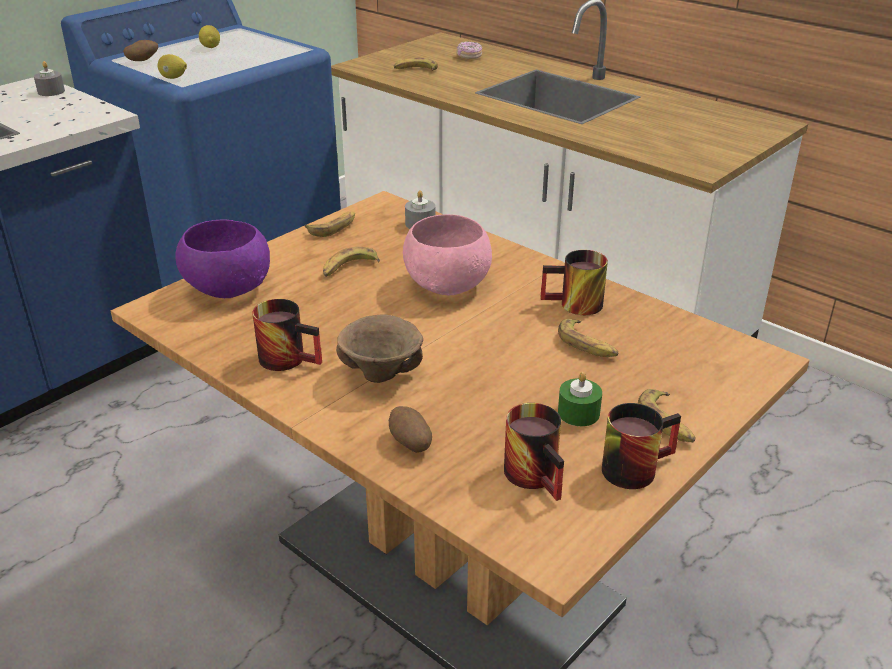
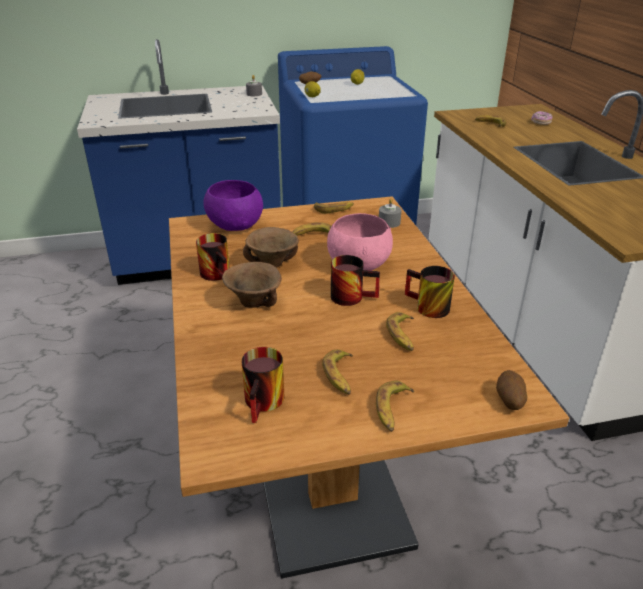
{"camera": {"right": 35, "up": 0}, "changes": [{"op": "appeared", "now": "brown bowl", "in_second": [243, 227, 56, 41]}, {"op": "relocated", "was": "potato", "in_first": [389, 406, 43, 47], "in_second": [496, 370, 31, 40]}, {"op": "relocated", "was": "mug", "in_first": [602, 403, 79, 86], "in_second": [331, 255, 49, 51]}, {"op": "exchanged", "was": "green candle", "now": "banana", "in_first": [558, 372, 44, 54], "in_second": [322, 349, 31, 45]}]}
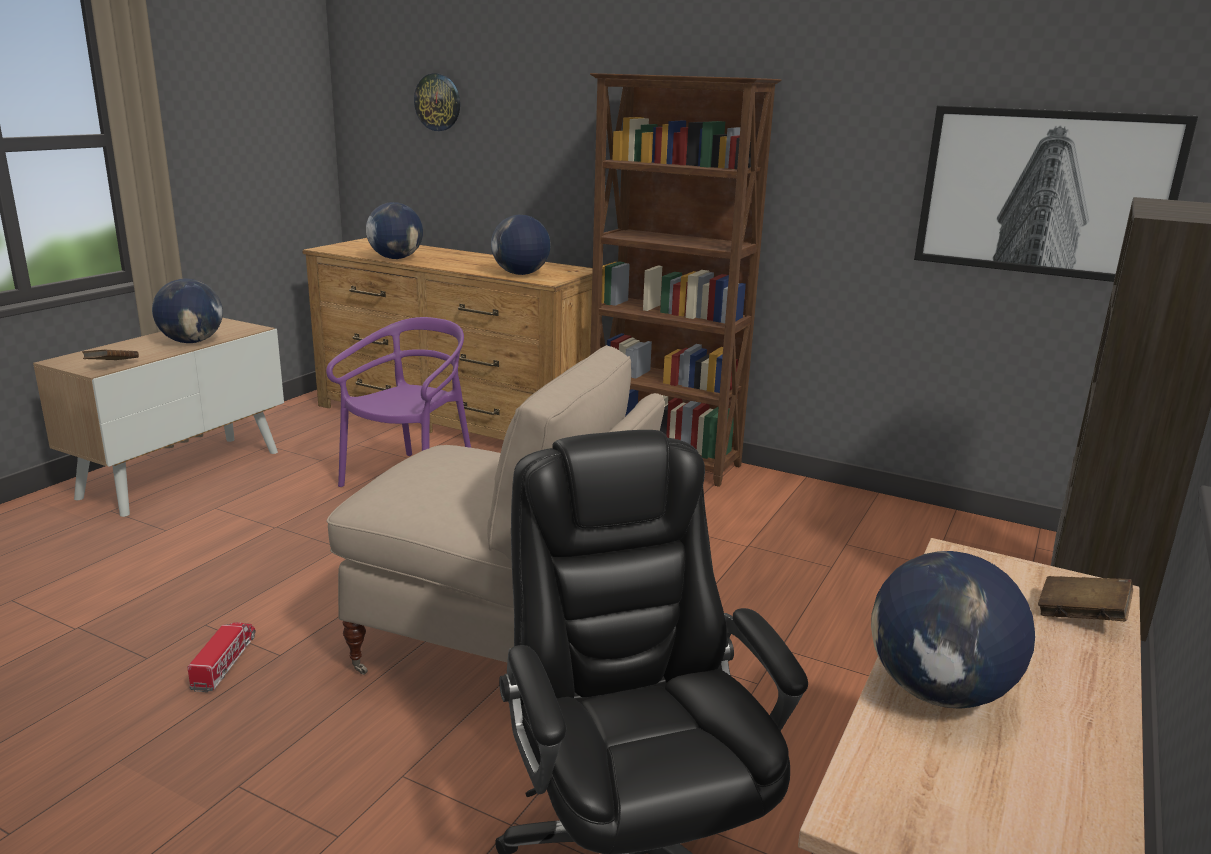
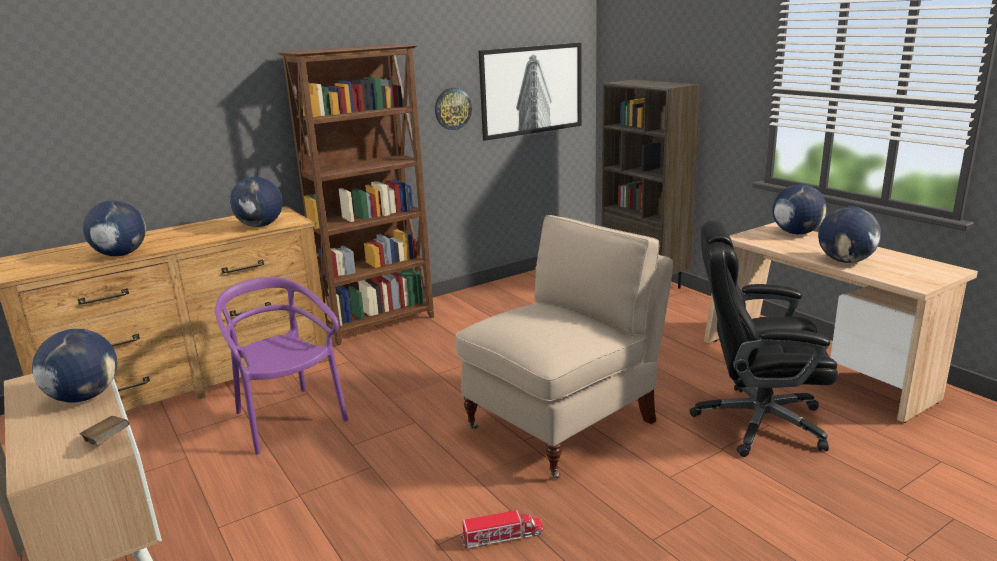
{"camera": {"right": -60, "up": 0}, "changes": [{"op": "relocated", "was": "wall clock", "in_first": [414, 73, 46, 58], "in_second": [435, 88, 37, 42]}, {"op": "exchanged", "was": "brown book", "now": "globe", "in_first": [1038, 576, 95, 45], "in_second": [772, 184, 55, 50]}, {"op": "spun", "was": "toy truck", "in_first": [188, 622, 68, 70], "in_second": [461, 510, 83, 38], "clockwise": 135}]}
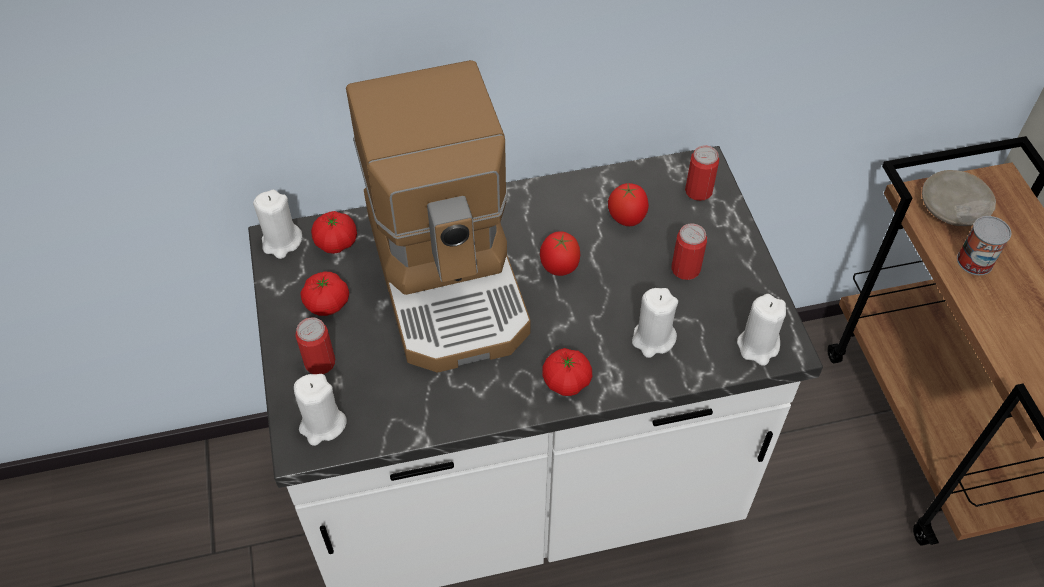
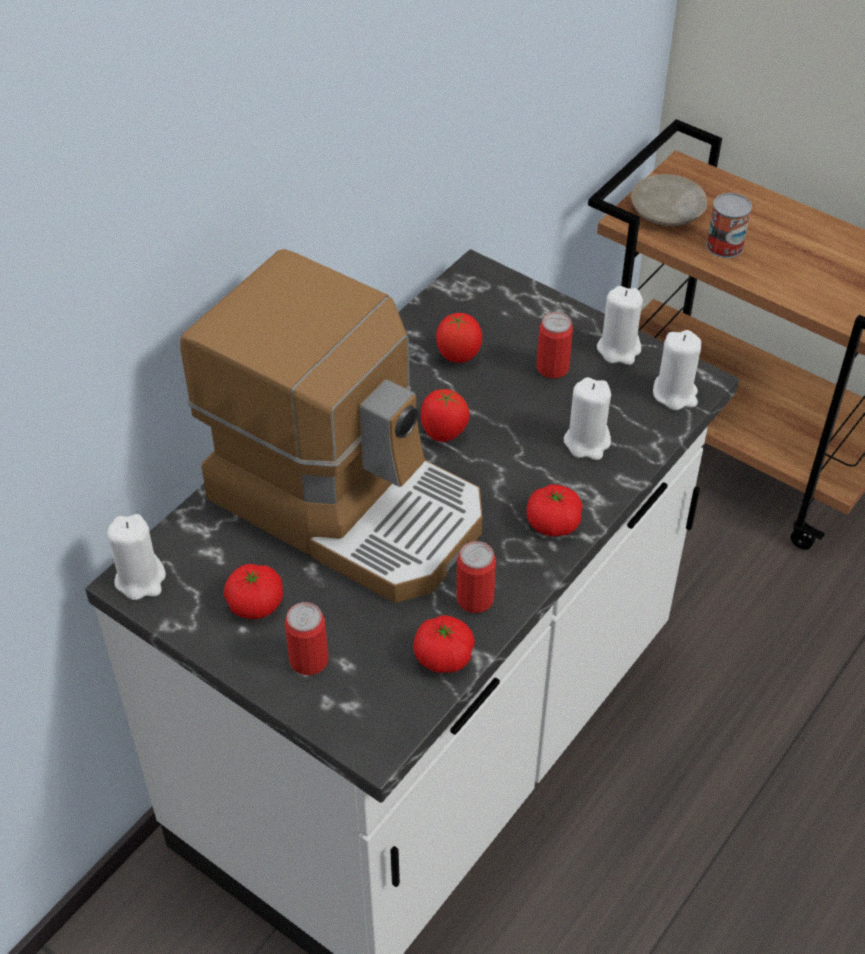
{"camera": {"right": -40, "up": -5}, "changes": [{"op": "relocated", "was": "white candle", "in_first": [294, 374, 53, 72], "in_second": [597, 286, 46, 79]}, {"op": "relocated", "was": "tomato", "in_first": [311, 211, 46, 43], "in_second": [413, 615, 62, 58]}, {"op": "relocated", "was": "can", "in_first": [685, 146, 34, 55], "in_second": [456, 541, 40, 72]}]}
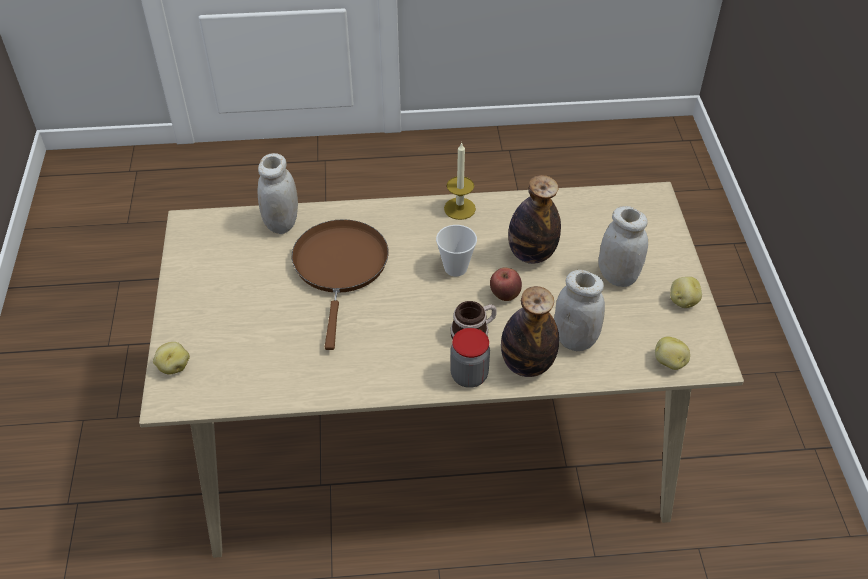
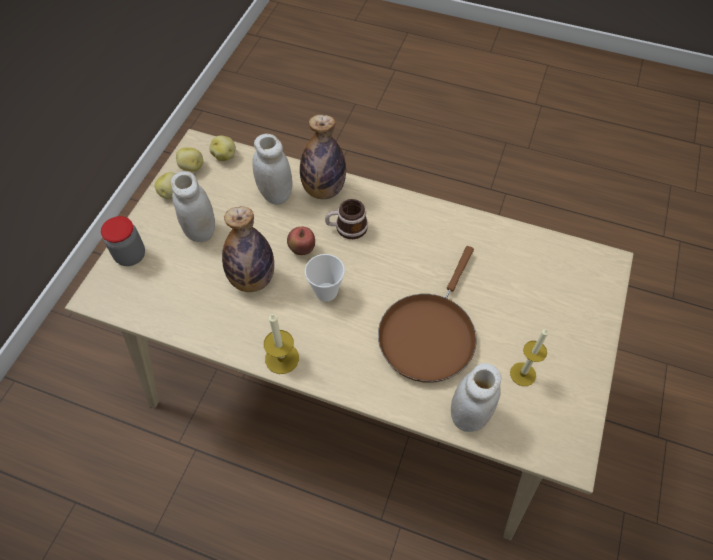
{"camera": {"right": -155, "up": 10}, "changes": [{"op": "appeared", "now": "candle", "in_second": [510, 329, 38, 57]}, {"op": "relocated", "was": "potato", "in_first": [153, 342, 37, 33], "in_second": [176, 147, 27, 25]}, {"op": "relocated", "was": "jar", "in_first": [450, 328, 40, 60], "in_second": [101, 216, 44, 50]}]}
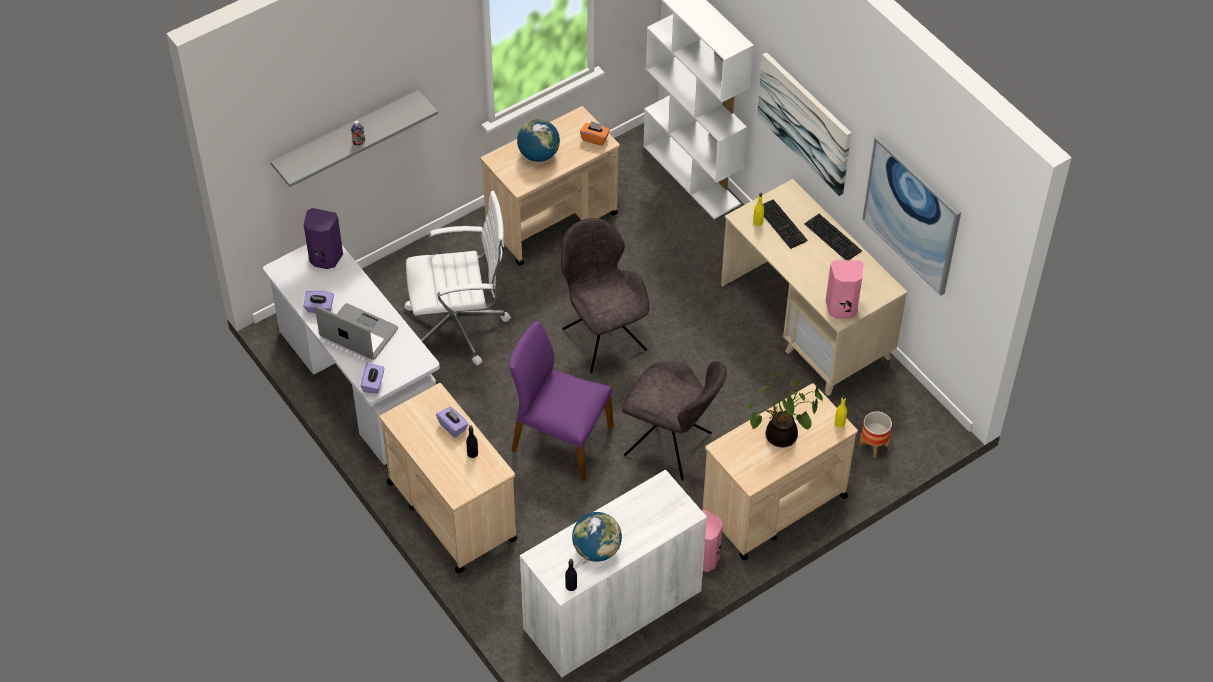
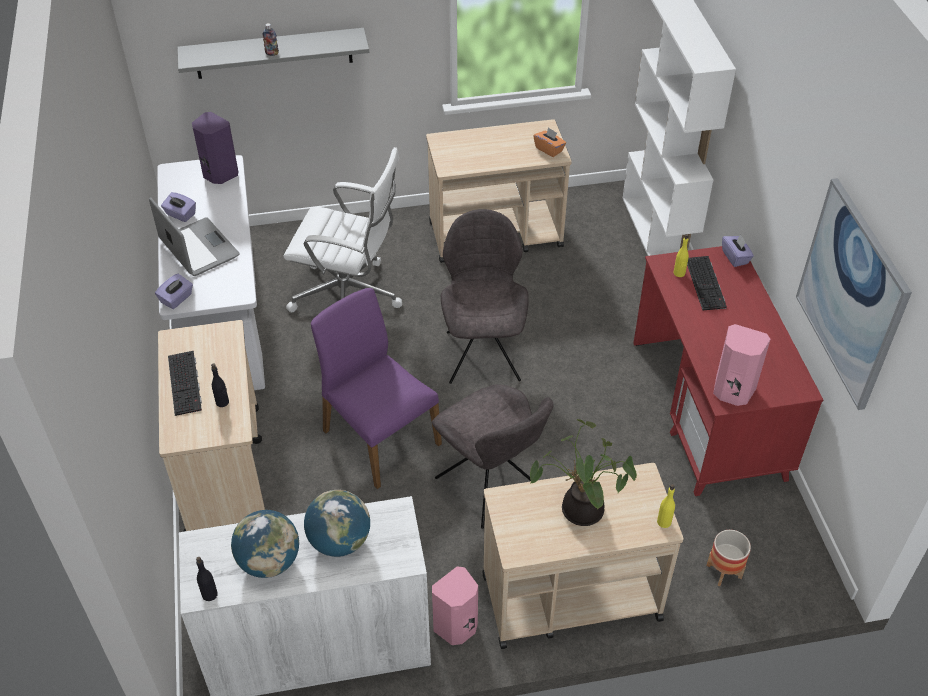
{"camera": {"right": 25, "up": -5}, "changes": [{"op": "missing", "was": "picture", "in_first": [757, 52, 94, 144]}, {"op": "relocated", "was": "purple tissue box", "in_first": [436, 407, 32, 30], "in_second": [722, 234, 32, 33]}, {"op": "relocated", "was": "globe", "in_first": [517, 119, 43, 43], "in_second": [304, 490, 66, 67]}, {"op": "relocated", "was": "keyboard", "in_first": [804, 214, 58, 46], "in_second": [168, 351, 34, 65]}, {"op": "colour", "was": "beige desk", "now": "red desk", "in_first": [721, 179, 187, 217], "in_second": [633, 246, 190, 250]}]}
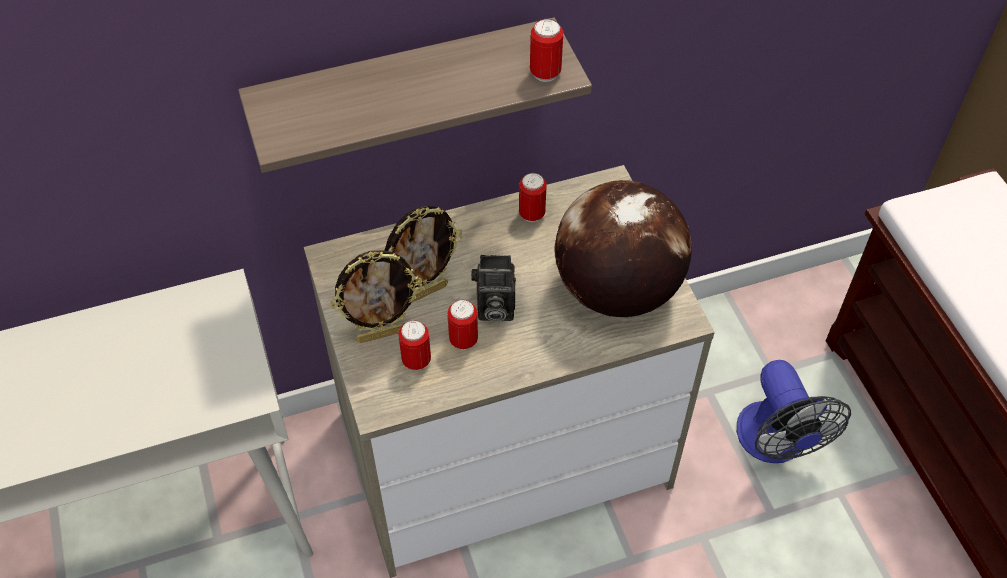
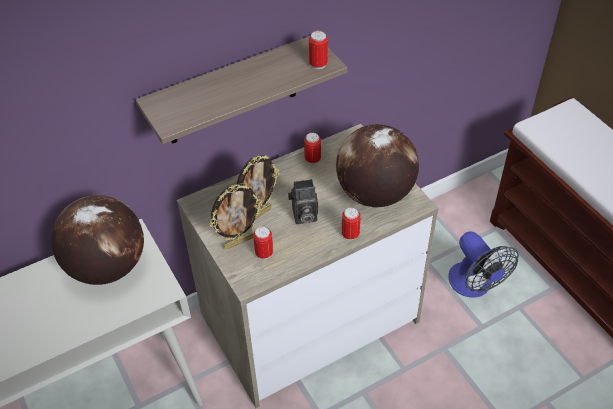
{"camera": {"right": -10, "up": -5}, "changes": [{"op": "appeared", "now": "globe", "in_second": [51, 195, 93, 90]}, {"op": "relocated", "was": "can", "in_first": [448, 299, 30, 51], "in_second": [342, 207, 18, 33]}]}
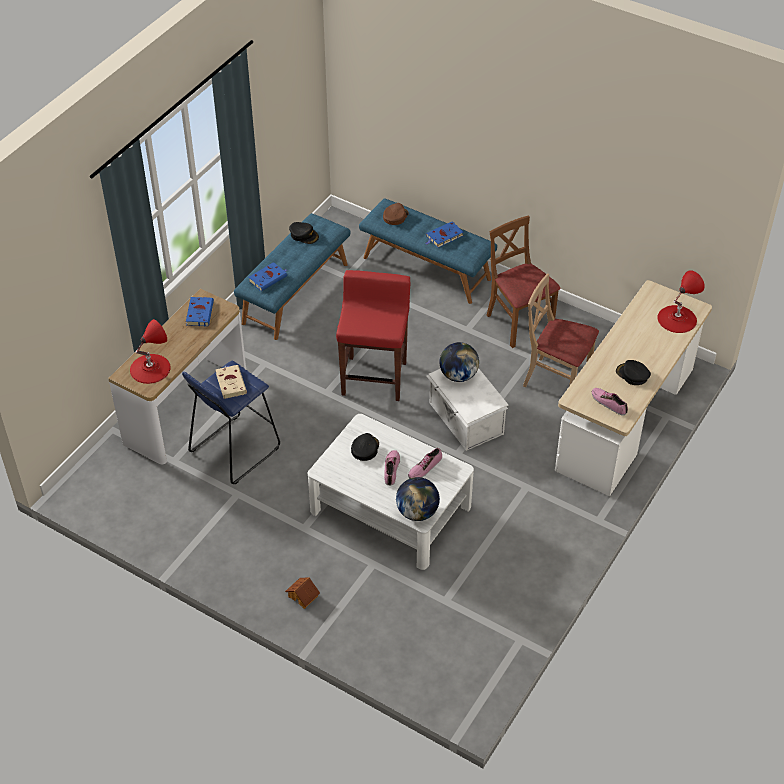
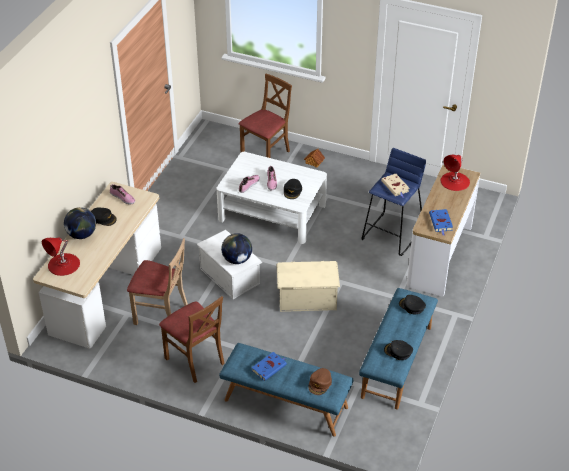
{"camera": {"right": 170, "up": -5}, "changes": [{"op": "appeared", "now": "brown chair", "in_second": [238, 74, 54, 84]}, {"op": "relocated", "was": "globe", "in_first": [396, 477, 44, 44], "in_second": [64, 207, 32, 32]}, {"op": "exchanged", "was": "blue book", "now": "black cap", "in_first": [248, 262, 39, 29], "in_second": [399, 295, 27, 19]}, {"op": "exchanged", "was": "red stool", "now": "beige storage box", "in_first": [336, 270, 75, 131], "in_second": [276, 261, 64, 51]}]}
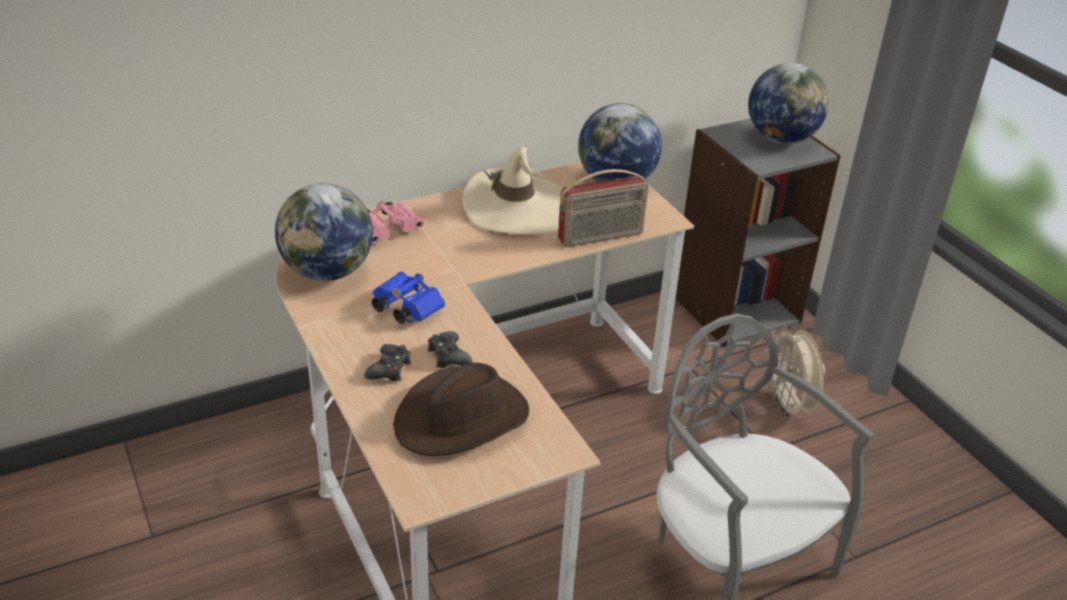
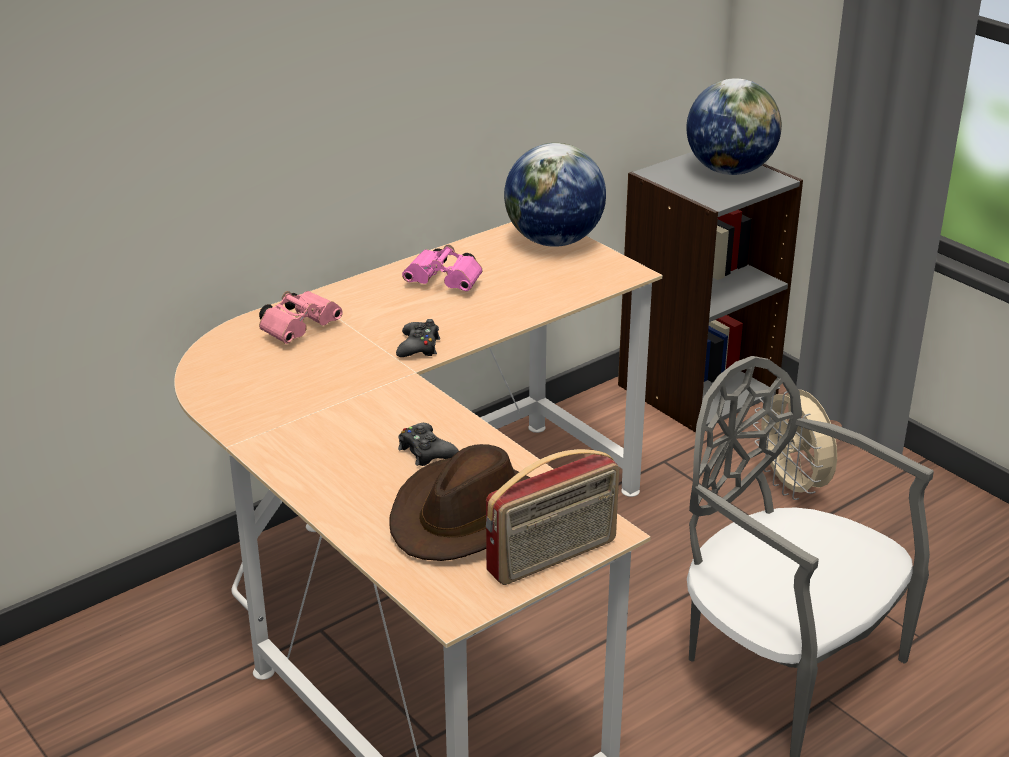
{"camera": {"right": -10, "up": -5}, "changes": [{"op": "missing", "was": "globe", "in_first": [275, 183, 98, 98]}, {"op": "missing", "was": "blue binoculars", "in_first": [372, 271, 73, 53]}, {"op": "relocated", "was": "black game controller", "in_first": [364, 344, 48, 38], "in_second": [396, 319, 44, 38]}, {"op": "relocated", "was": "radio", "in_first": [558, 169, 90, 78], "in_second": [486, 449, 133, 136]}, {"op": "exchanged", "was": "beige hat", "now": "pink binoculars", "in_first": [463, 147, 100, 87], "in_second": [402, 245, 81, 46]}]}
